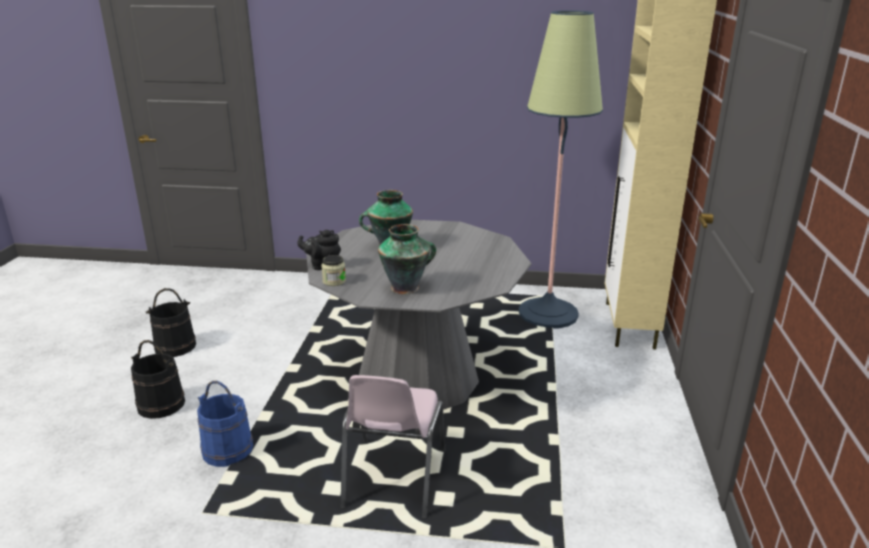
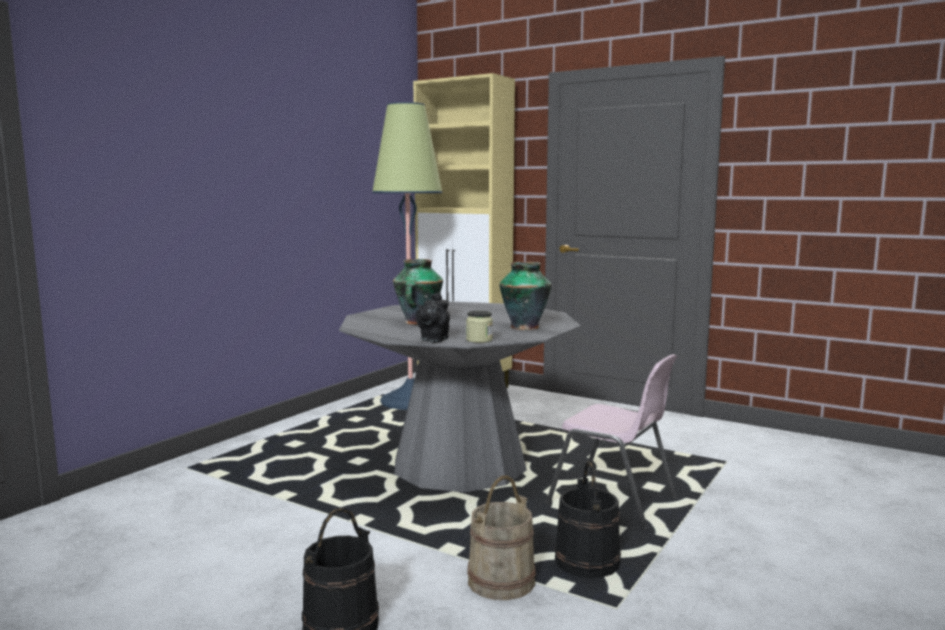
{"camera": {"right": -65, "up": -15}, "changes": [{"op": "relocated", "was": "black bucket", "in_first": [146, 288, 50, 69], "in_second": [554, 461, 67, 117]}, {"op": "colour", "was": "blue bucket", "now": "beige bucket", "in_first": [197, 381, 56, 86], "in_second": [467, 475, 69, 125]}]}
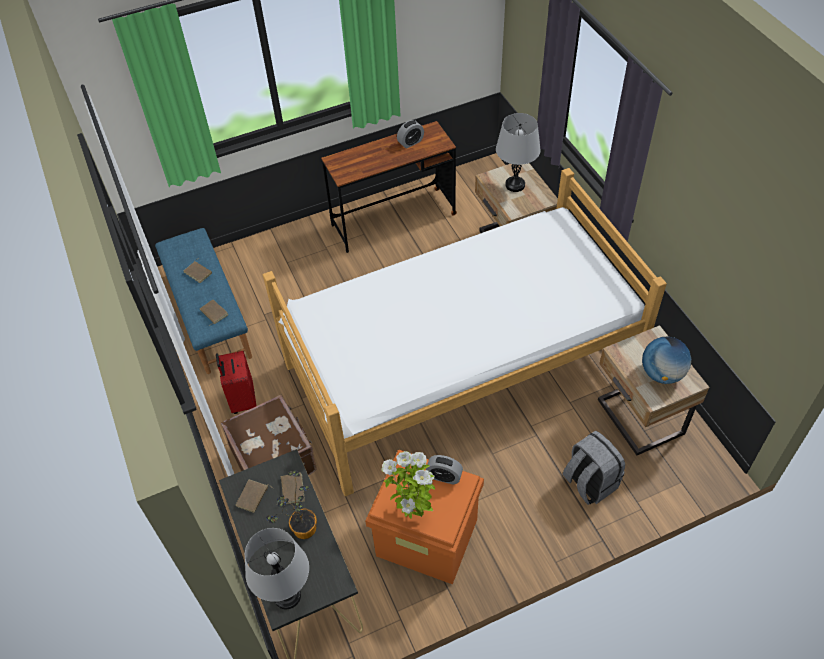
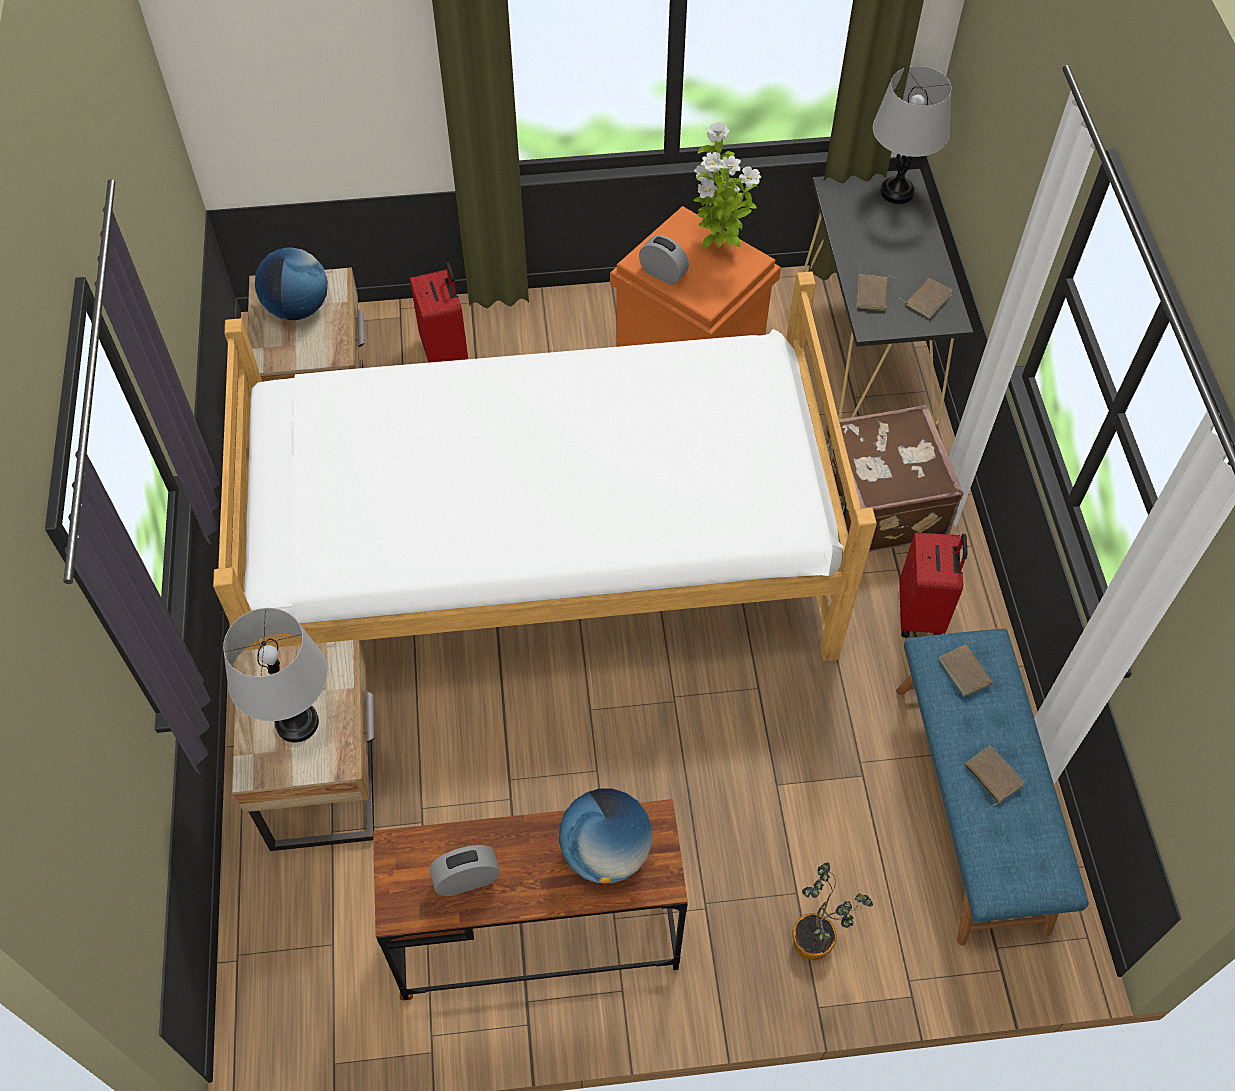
{"camera": {"right": -165, "up": 5}, "changes": [{"op": "appeared", "now": "globe", "in_second": [559, 788, 93, 96]}, {"op": "relocated", "was": "potted plant", "in_first": [266, 470, 51, 69], "in_second": [792, 862, 81, 98]}, {"op": "exchanged", "was": "grey backpack", "now": "red suitcase", "in_first": [563, 431, 62, 74], "in_second": [410, 262, 58, 101]}]}
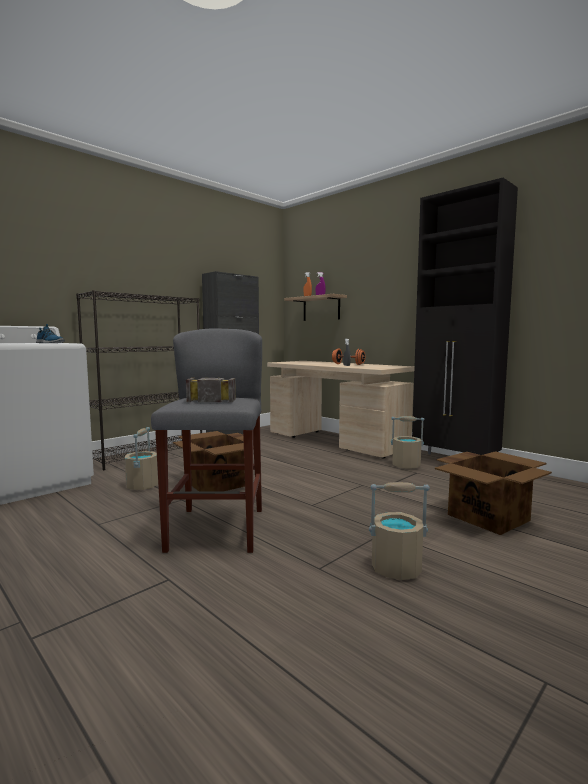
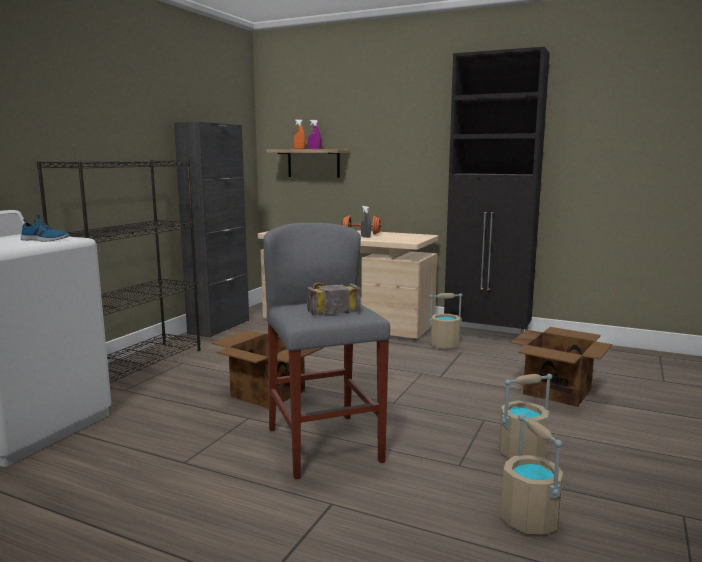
{"camera": {"right": -20, "up": 5}, "changes": [{"op": "relocated", "was": "beige bucket", "in_first": [125, 427, 33, 63], "in_second": [501, 414, 62, 121]}]}
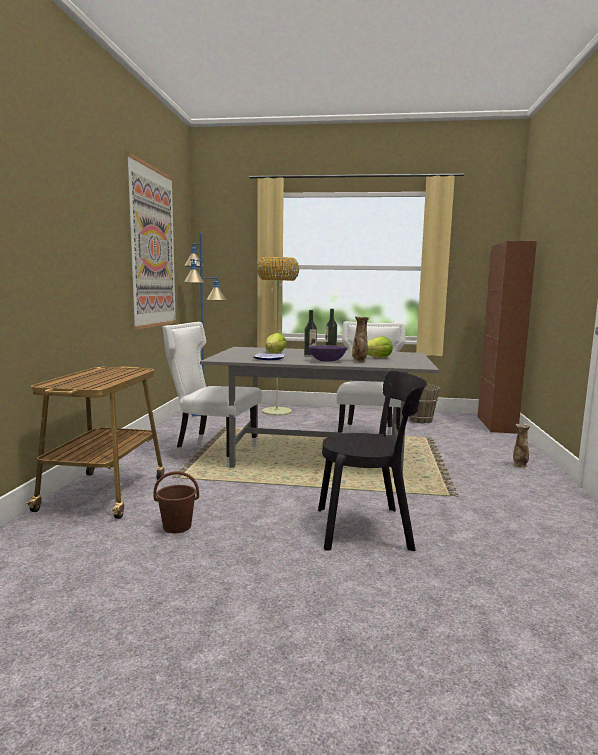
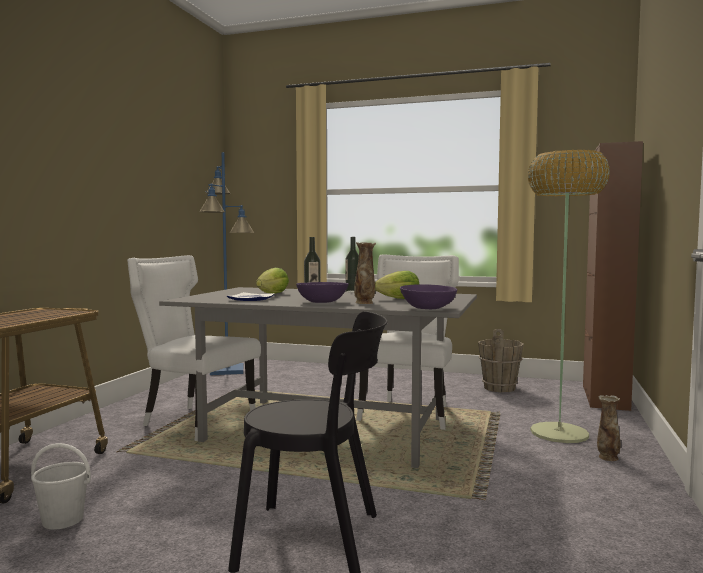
{"camera": {"right": 10, "up": -5}, "changes": [{"op": "missing", "was": "picture", "in_first": [126, 152, 51, 178]}, {"op": "appeared", "now": "purple bowl", "in_second": [400, 285, 57, 24]}, {"op": "relocated", "was": "floor lamp", "in_first": [257, 257, 42, 159], "in_second": [528, 150, 82, 293]}, {"op": "colour", "was": "brown bucket", "now": "white bucket", "in_first": [153, 471, 46, 62], "in_second": [31, 443, 60, 87]}]}
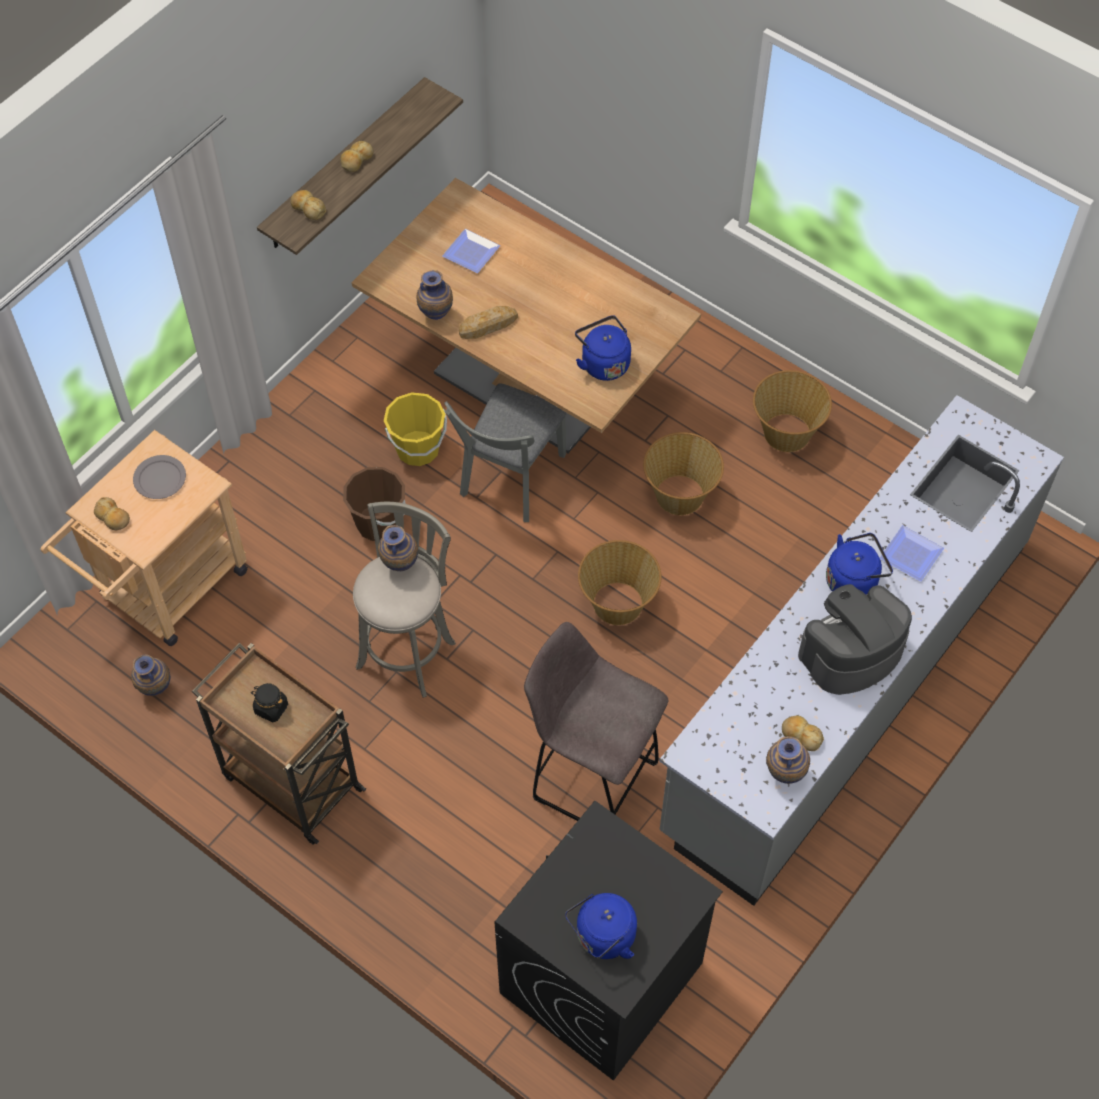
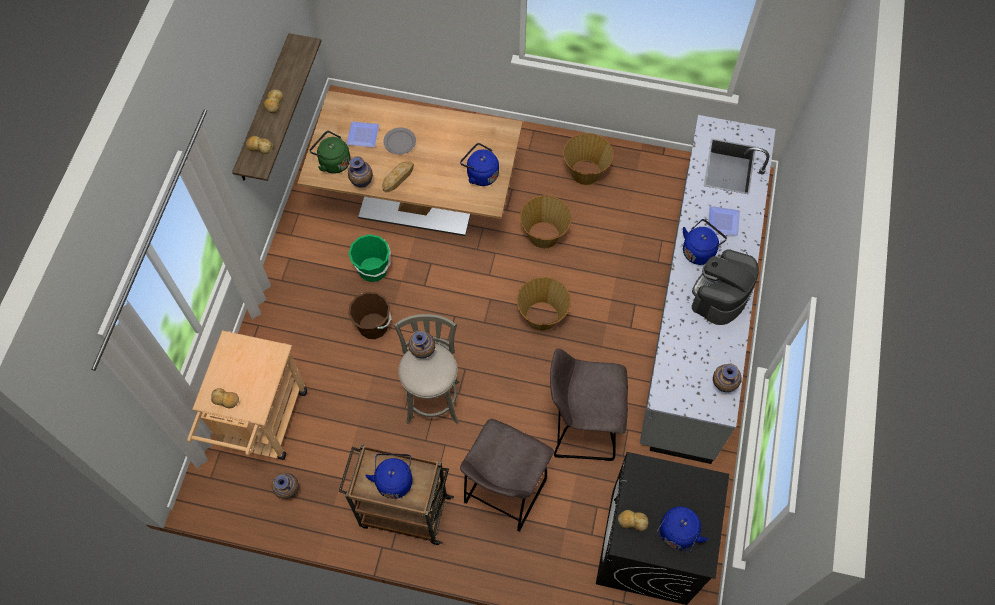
{"camera": {"right": -25, "up": 5}, "changes": [{"op": "missing", "was": "grey chair", "in_first": [444, 383, 123, 139]}, {"op": "appeared", "now": "green kettle", "in_second": [309, 131, 42, 42]}, {"op": "appeared", "now": "grey stool", "in_second": [460, 419, 94, 113]}, {"op": "relocated", "was": "grey plate", "in_first": [133, 455, 53, 44], "in_second": [383, 127, 33, 27]}, {"op": "relocated", "was": "bread", "in_first": [782, 716, 42, 35], "in_second": [618, 510, 30, 21]}, {"op": "exchanged", "was": "black jar", "now": "blue kettle", "in_first": [251, 683, 37, 39], "in_second": [365, 453, 48, 46]}, {"op": "colour", "was": "yellow bucket", "now": "green bucket", "in_first": [384, 392, 63, 74], "in_second": [349, 234, 42, 48]}]}
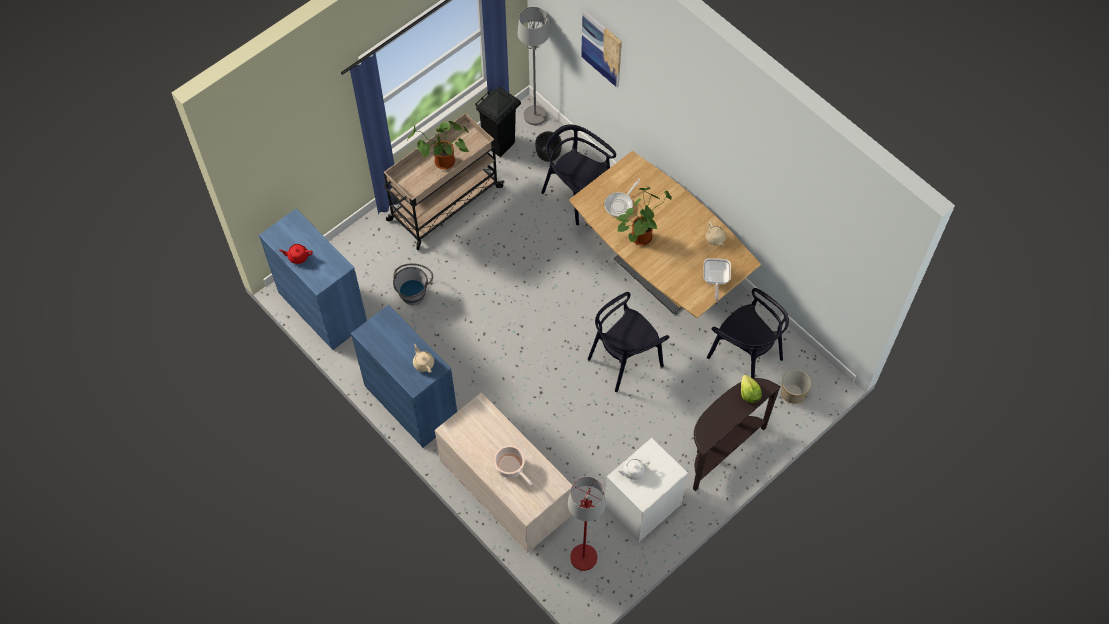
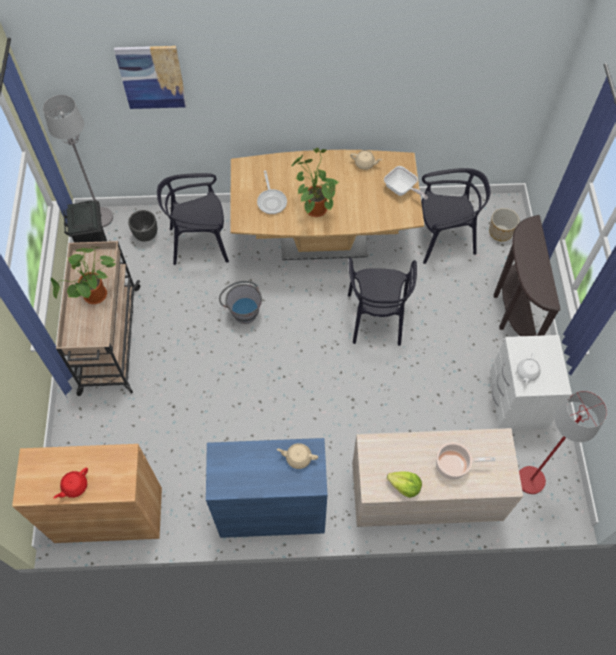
{"camera": {"right": -50, "up": 0}, "changes": [{"op": "relocated", "was": "grey bucket", "in_first": [393, 263, 40, 42], "in_second": [219, 281, 43, 43]}, {"op": "relocated", "was": "lettuce", "in_first": [741, 375, 21, 28], "in_second": [387, 471, 35, 27]}, {"op": "colour", "was": "blue cabinet", "now": "brown cabinet", "in_first": [259, 209, 108, 141], "in_second": [12, 444, 150, 99]}]}
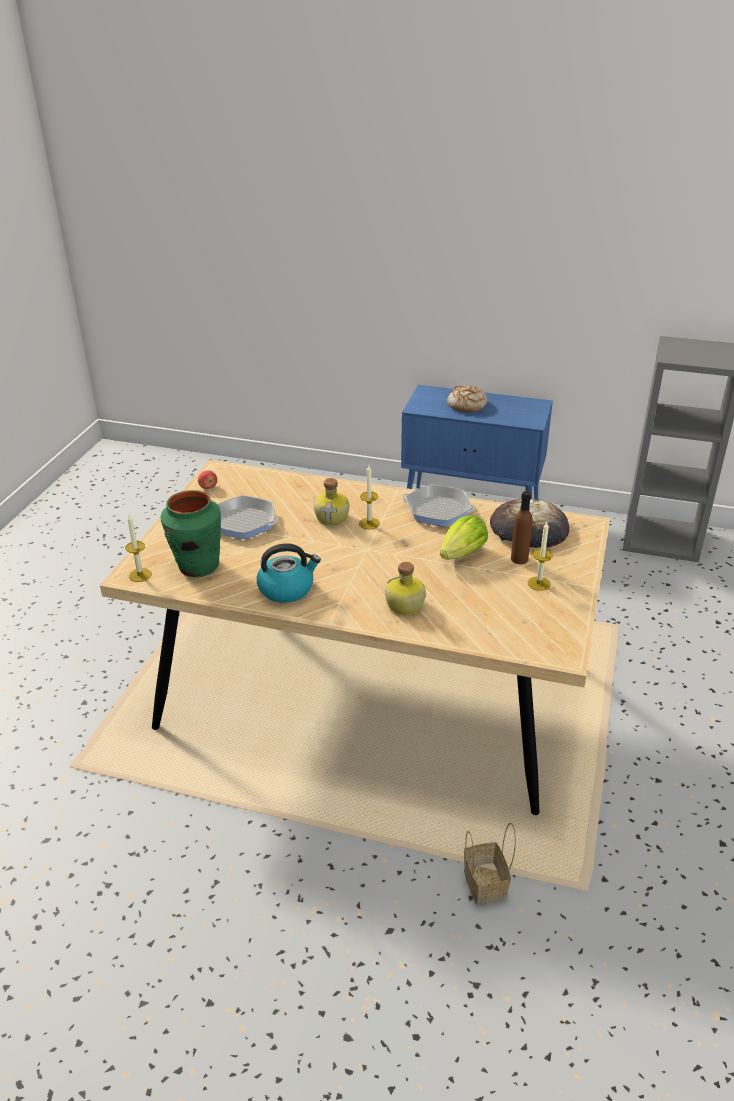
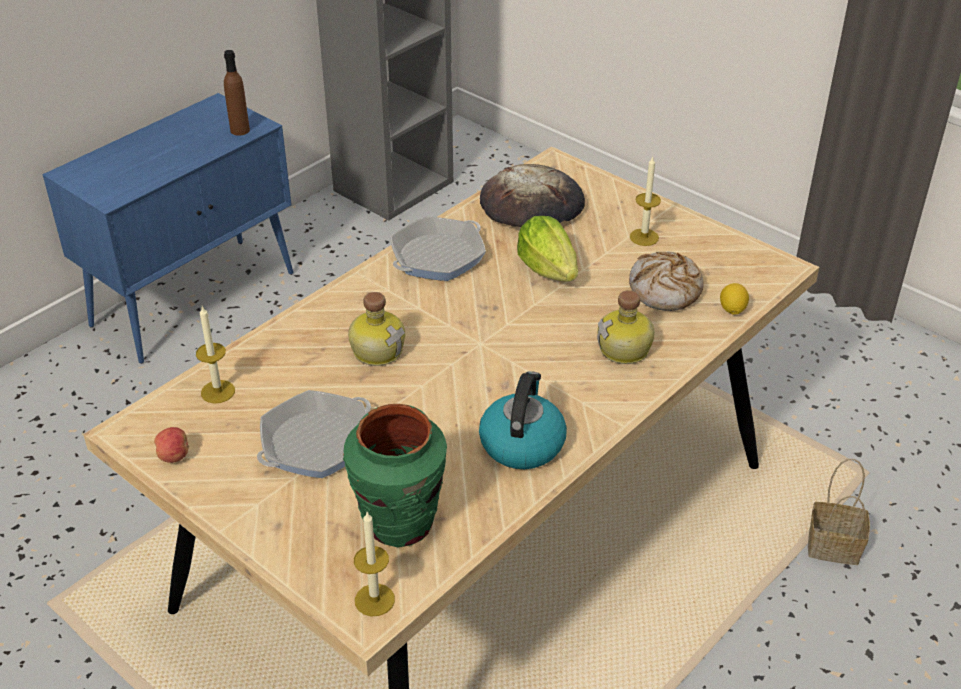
{"camera": {"right": -65, "up": 5}, "changes": [{"op": "appeared", "now": "lemon", "in_second": [720, 283, 29, 31]}, {"op": "relocated", "was": "candle", "in_first": [359, 466, 21, 64], "in_second": [196, 306, 39, 98]}, {"op": "relocated", "was": "bread", "in_first": [447, 385, 40, 27], "in_second": [629, 252, 75, 59]}, {"op": "relocated", "was": "brown bottle", "in_first": [511, 491, 21, 73], "in_second": [224, 50, 26, 86]}]}
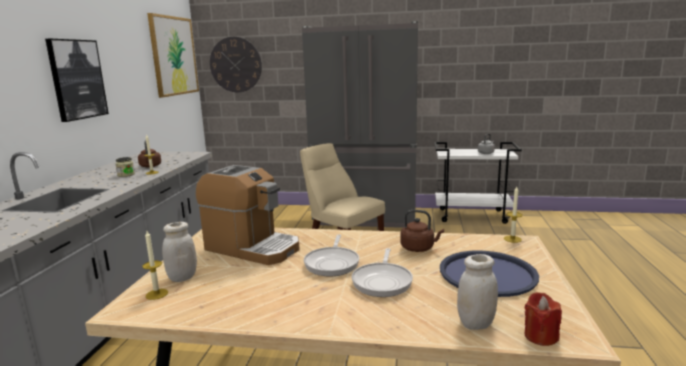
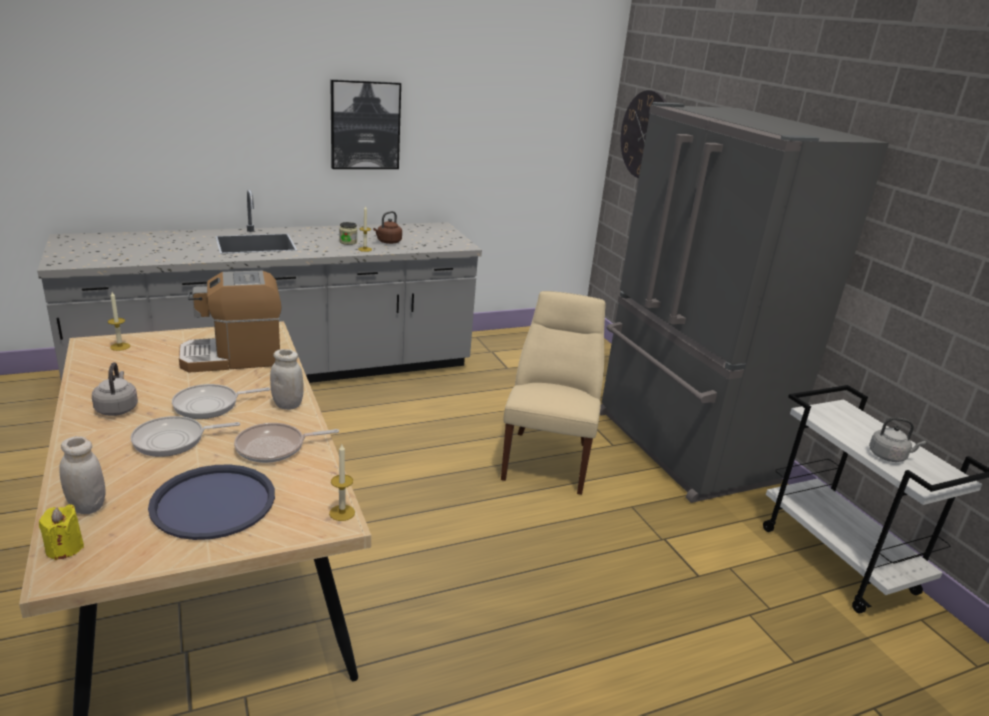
{"camera": {"right": 55, "up": 10}, "changes": [{"op": "missing", "was": "picture", "in_first": [147, 13, 52, 85]}, {"op": "appeared", "now": "grey kettle", "in_second": [92, 362, 46, 54]}, {"op": "relocated", "was": "white jar", "in_first": [162, 222, 35, 60], "in_second": [270, 349, 33, 61]}, {"op": "exchanged", "was": "brown kettle", "now": "frying pan", "in_first": [400, 210, 44, 42], "in_second": [234, 423, 105, 40]}, {"op": "colour", "was": "red candle", "now": "yellow candle", "in_first": [525, 292, 37, 54], "in_second": [39, 504, 45, 56]}, {"op": "spun", "was": "coffee machine", "in_first": [196, 165, 104, 100], "in_second": [179, 271, 103, 102], "clockwise": 75}]}
